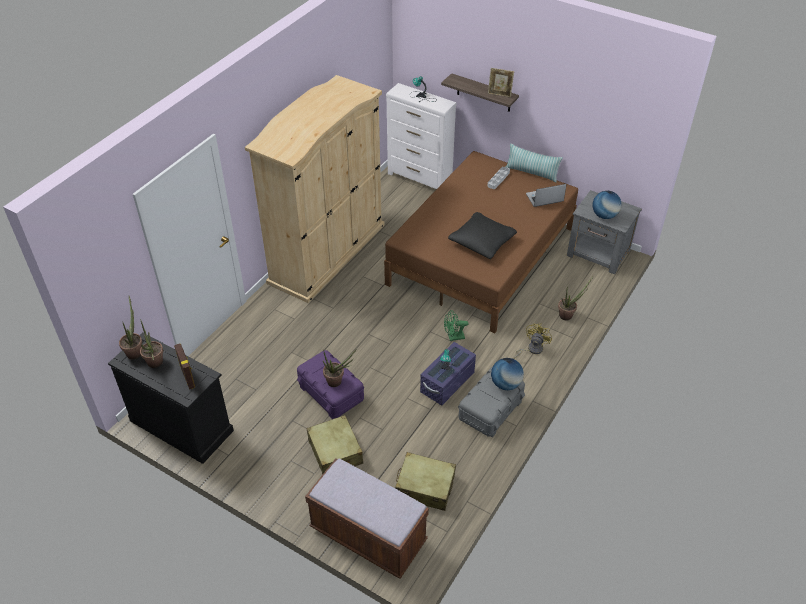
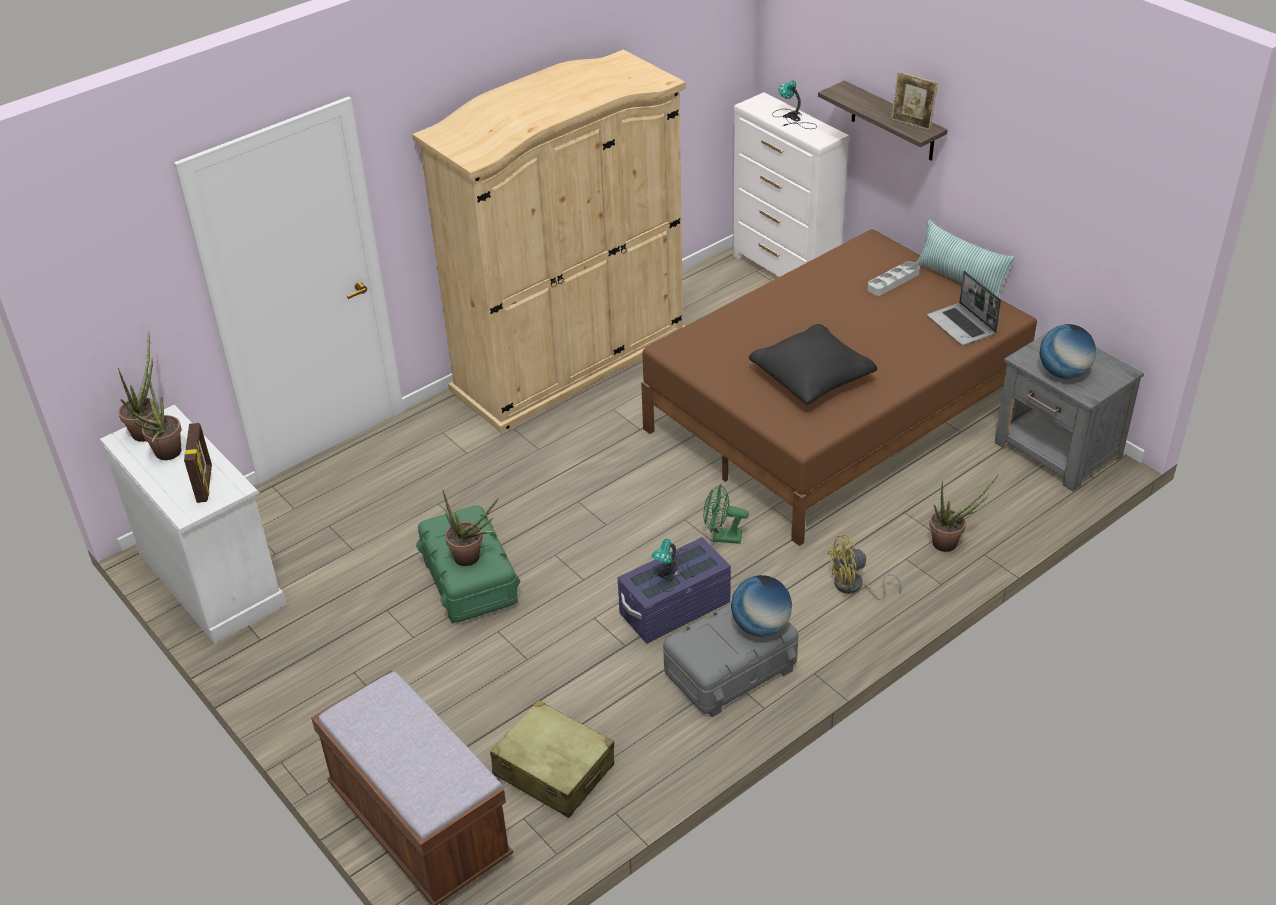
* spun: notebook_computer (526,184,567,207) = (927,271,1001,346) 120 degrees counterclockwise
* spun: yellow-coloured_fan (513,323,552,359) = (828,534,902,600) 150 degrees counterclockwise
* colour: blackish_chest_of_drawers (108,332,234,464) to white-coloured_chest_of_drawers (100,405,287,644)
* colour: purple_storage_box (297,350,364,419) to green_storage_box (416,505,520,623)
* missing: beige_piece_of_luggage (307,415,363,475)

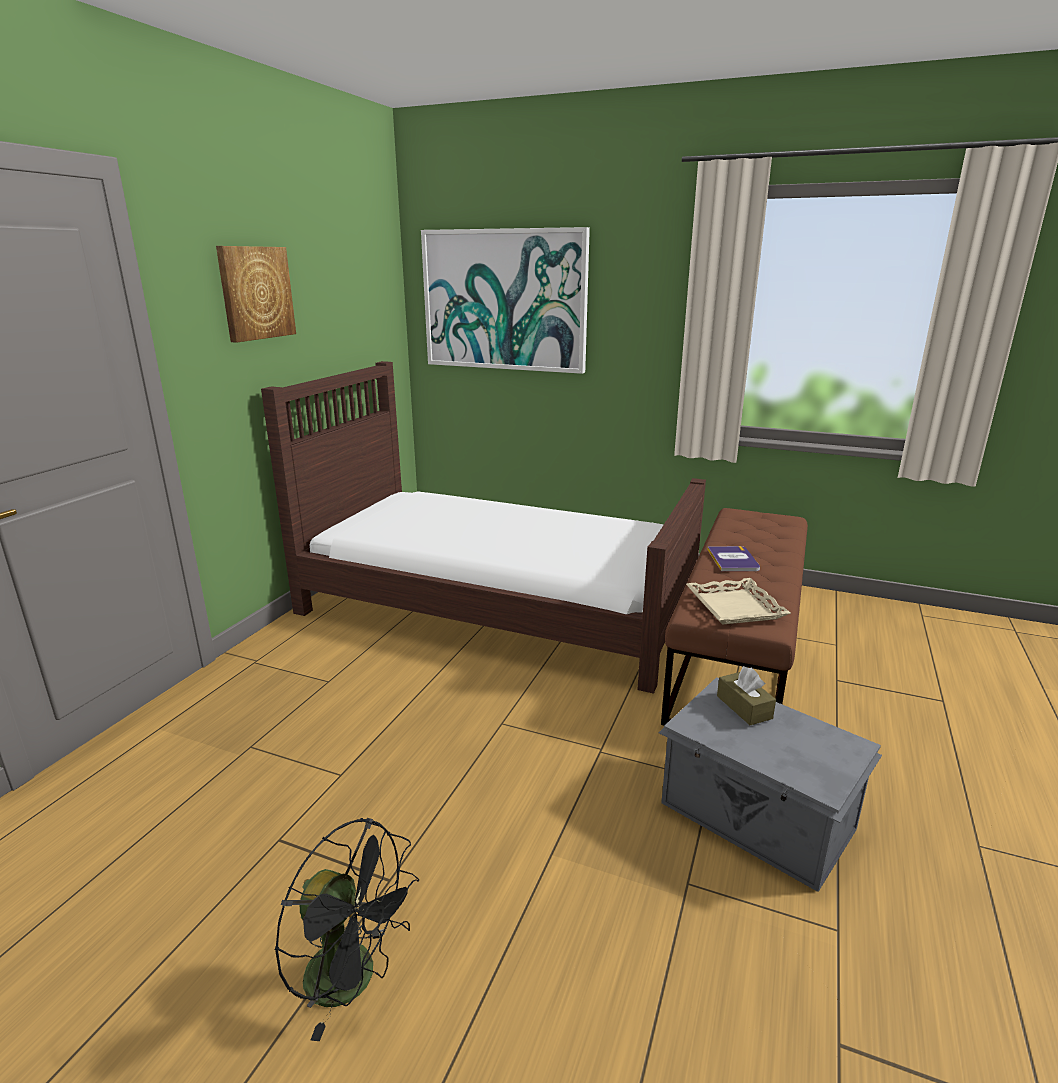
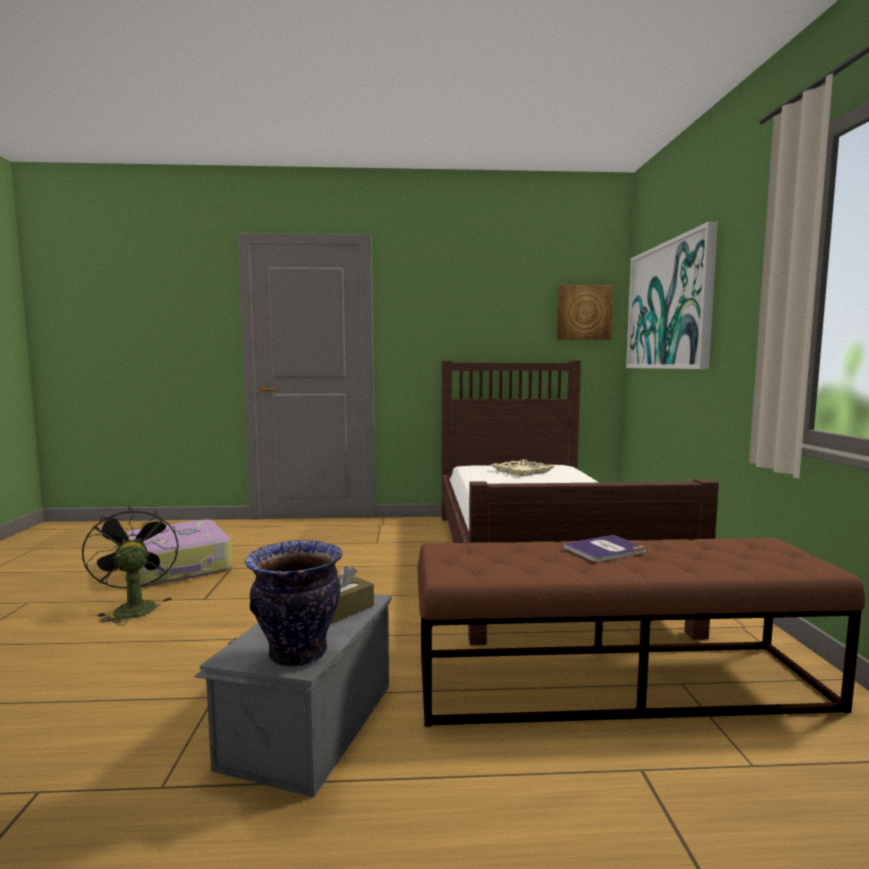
* relocated: wall_art (216,246,296,343) to (557,285,613,340)
* relocated: beige_carrying_tray (686,578,791,625) to (491,459,555,476)
* spun: blackish_fan (275,818,419,1041) = (82,506,179,625) 150 degrees clockwise
* appeared: piece_of_luggage (127,519,232,587)
* appeared: decorative_vase (245,540,342,667)

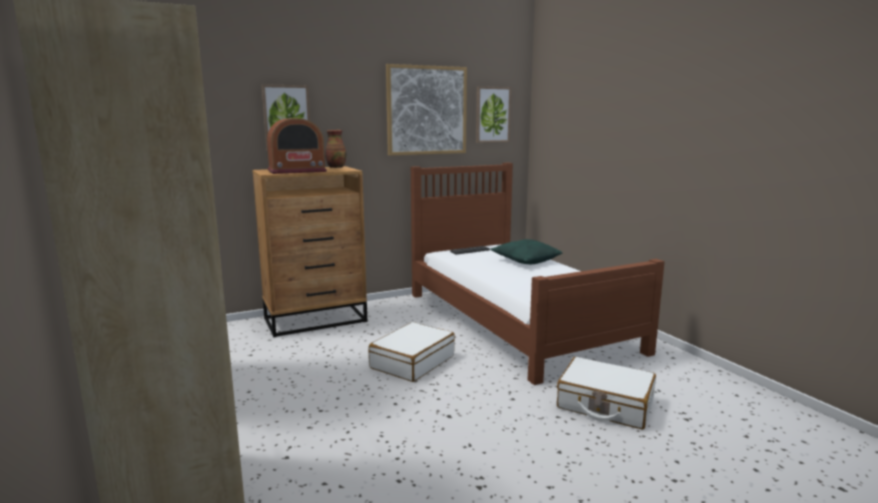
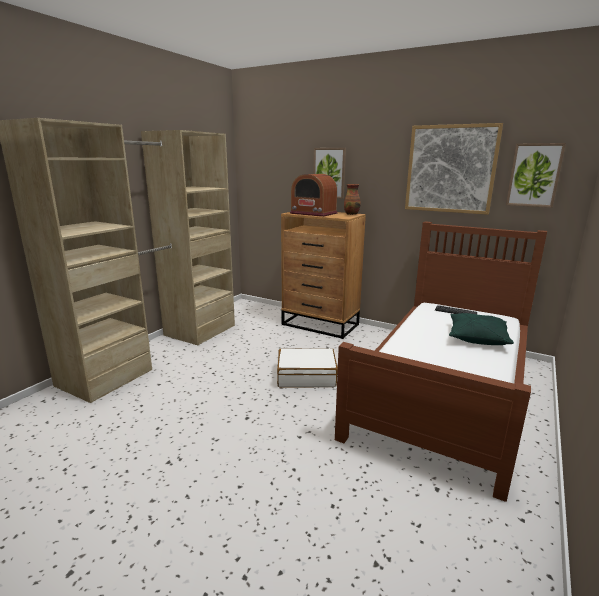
* missing: white-coloured_piece_of_luggage (557,357,656,429)

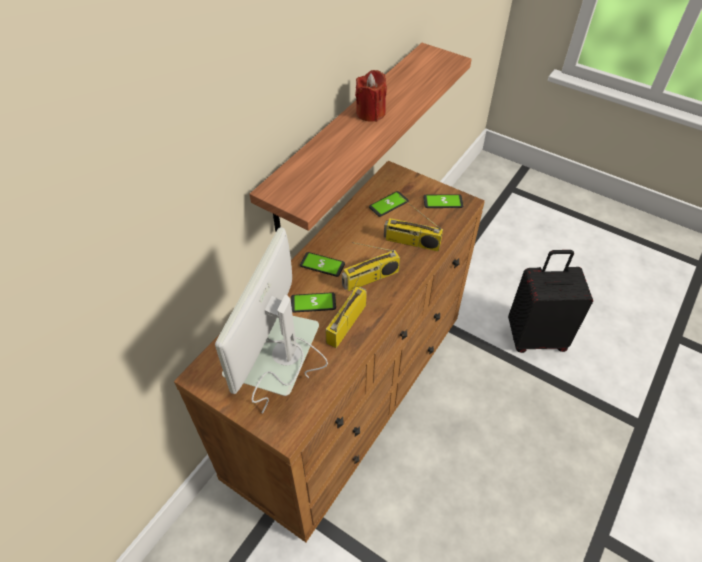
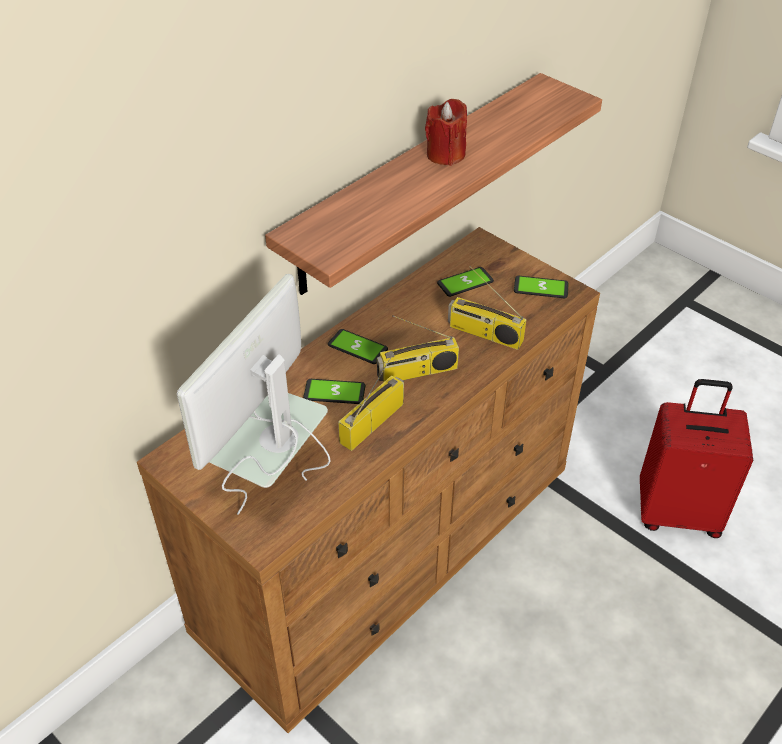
* colour: blackish_piece_of_luggage (508,250,593,353) to red_piece_of_luggage (640,379,753,538)

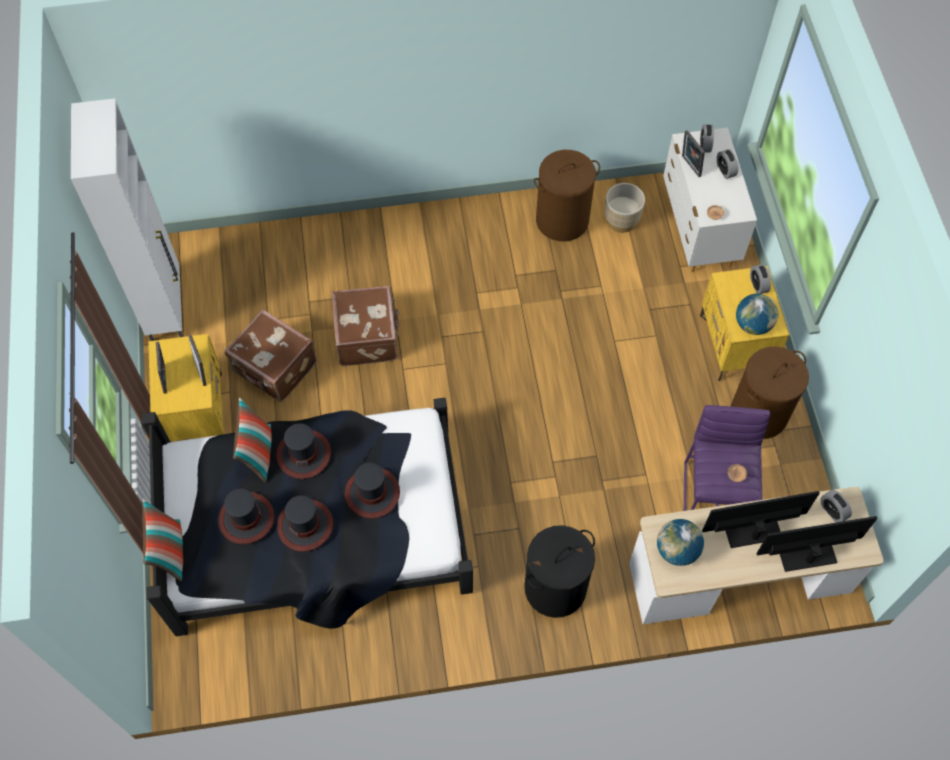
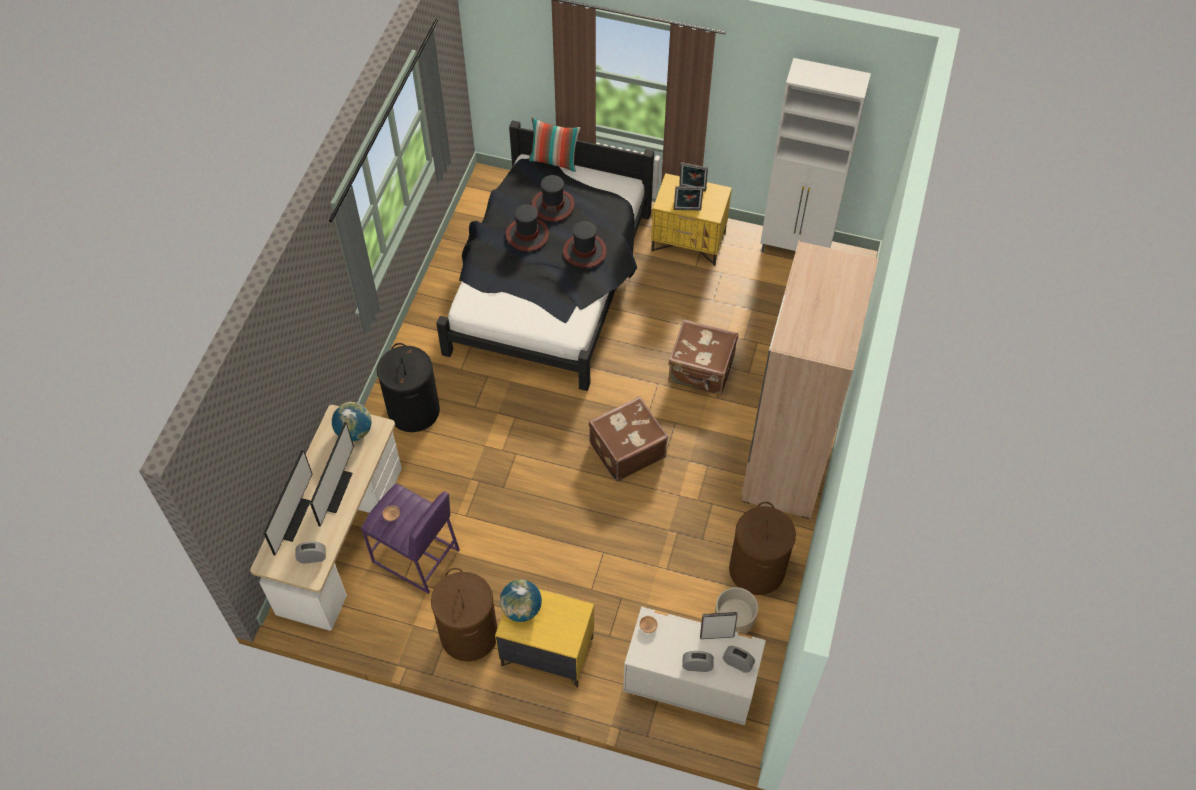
* missing: alarm_clock (750,264,771,294)
* relocated: brown_piece_of_luggage (225,309,317,403) to (589,396,668,482)
* missing: pillow (233,397,272,483)
* missing: hat (344,463,400,519)
* appeared: beige_clothes_cupboard (742,241,879,519)

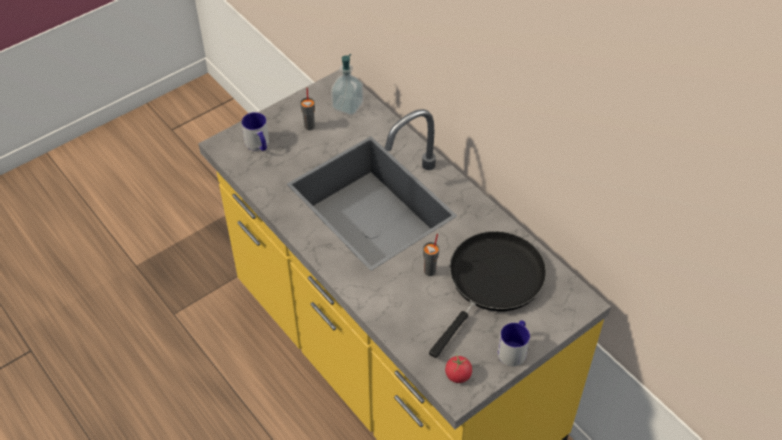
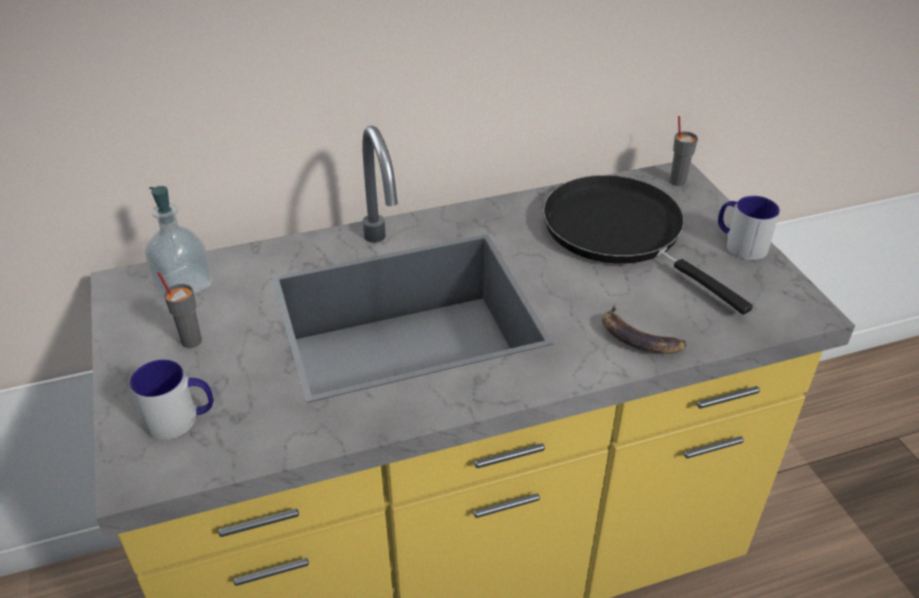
* relocated: gray_drinking_cup (423,234,440,276) to (670,116,698,186)
* missing: whole_tomato (445,354,472,383)
* appeared: whole_banana (602,305,687,354)

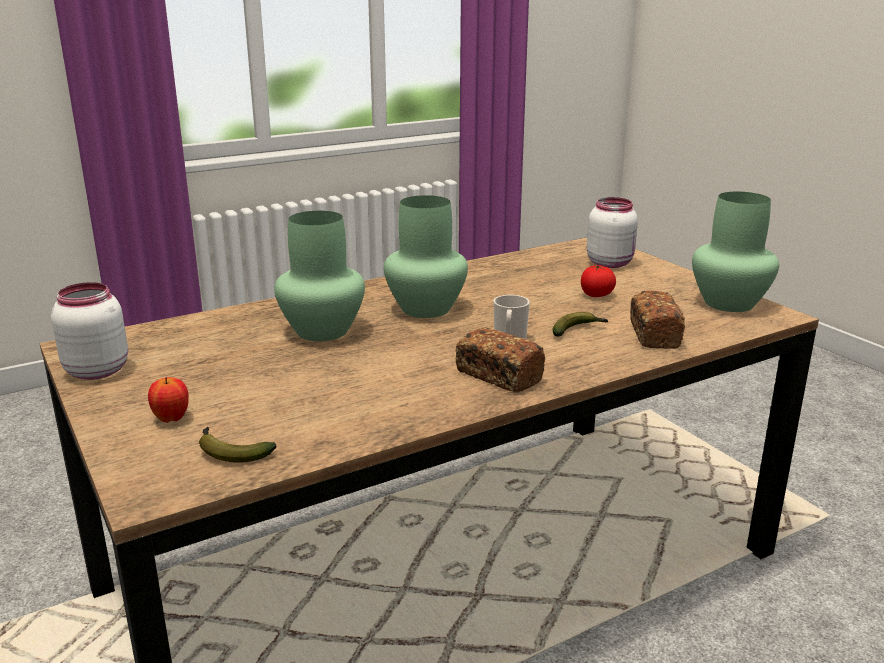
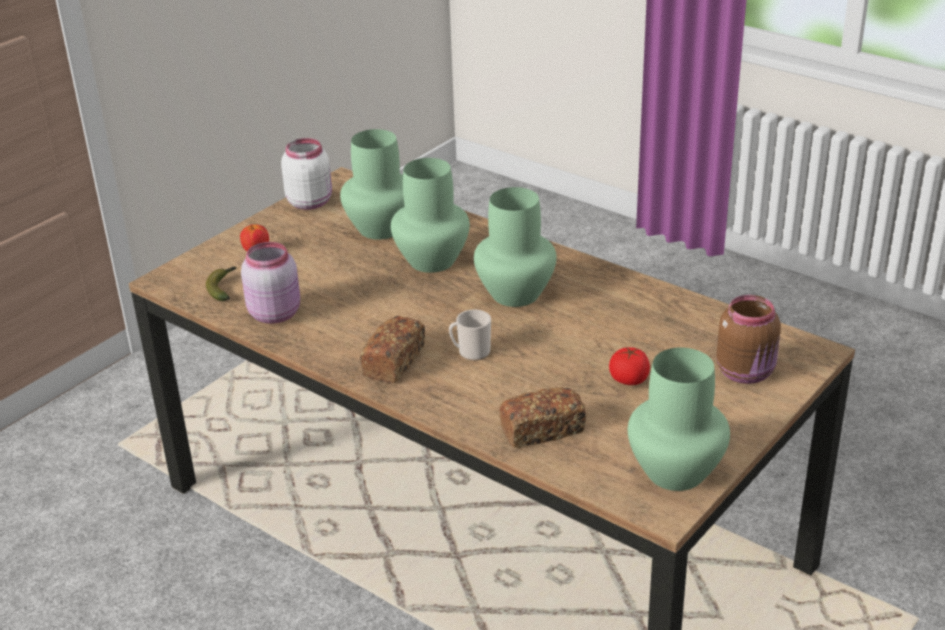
* colour: white-coloured_preserve_jar (587,197,638,268) to brown_preserve_jar (716,295,781,384)
* missing: whole_banana (553,312,608,337)
* appeared: green_decorative_vase (340,129,405,240)
* appeared: pink-coloured_preserve_jar (241,242,300,324)

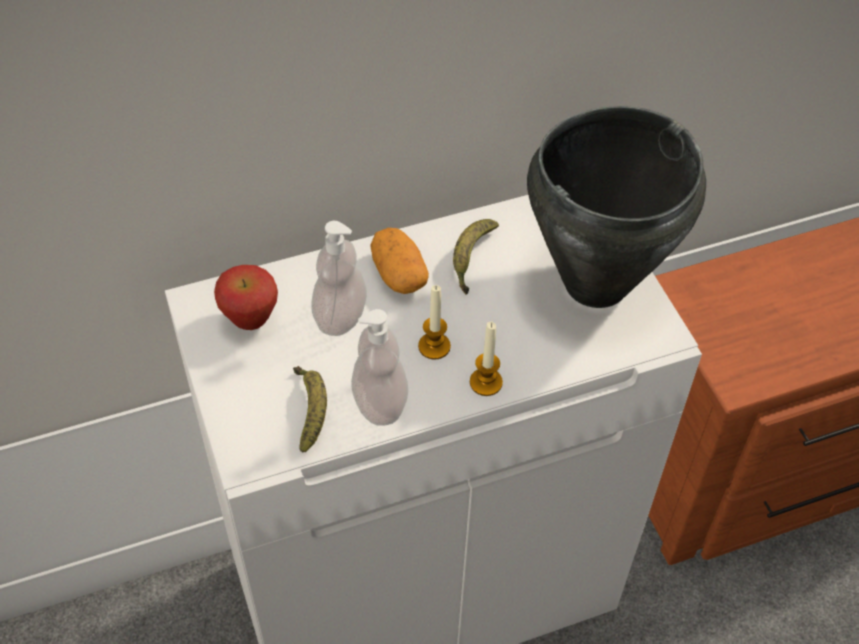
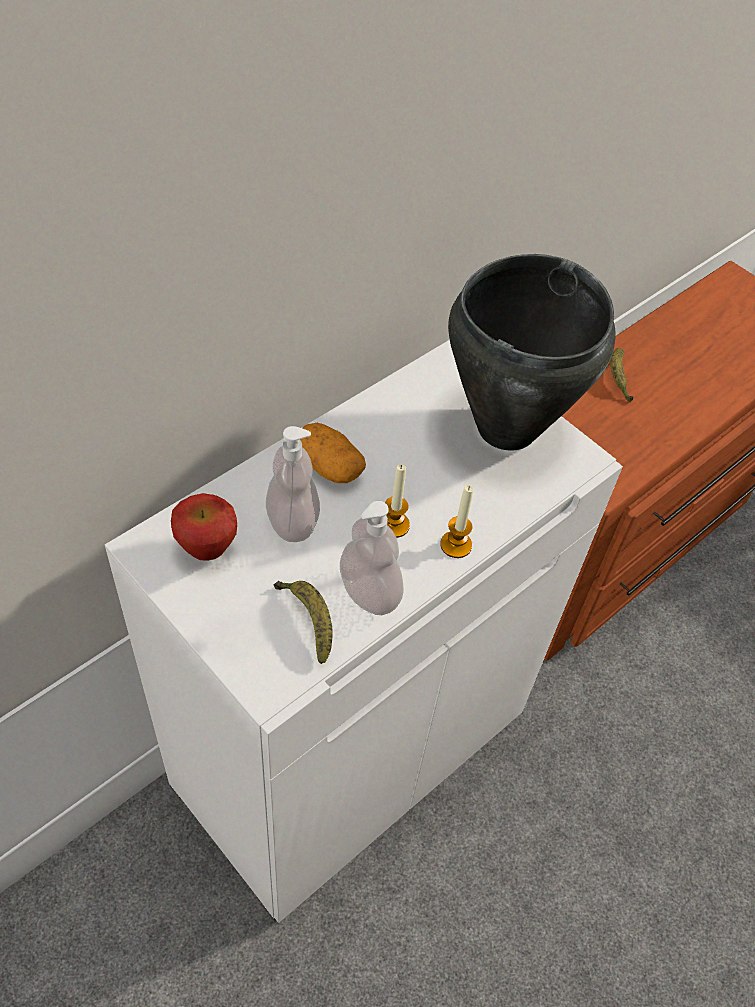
* relocated: whole_banana (453,219,499,295) to (610,348,633,402)

